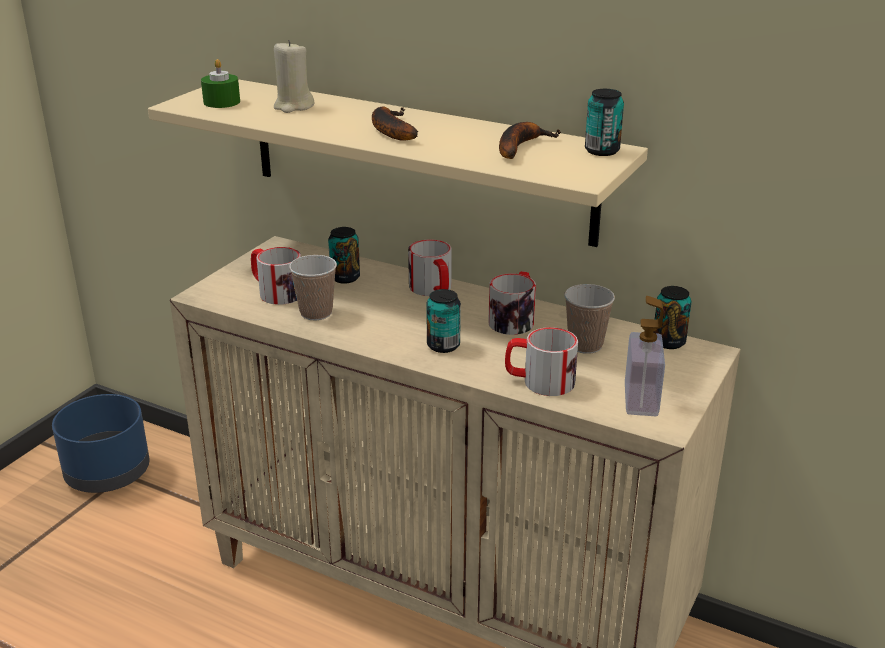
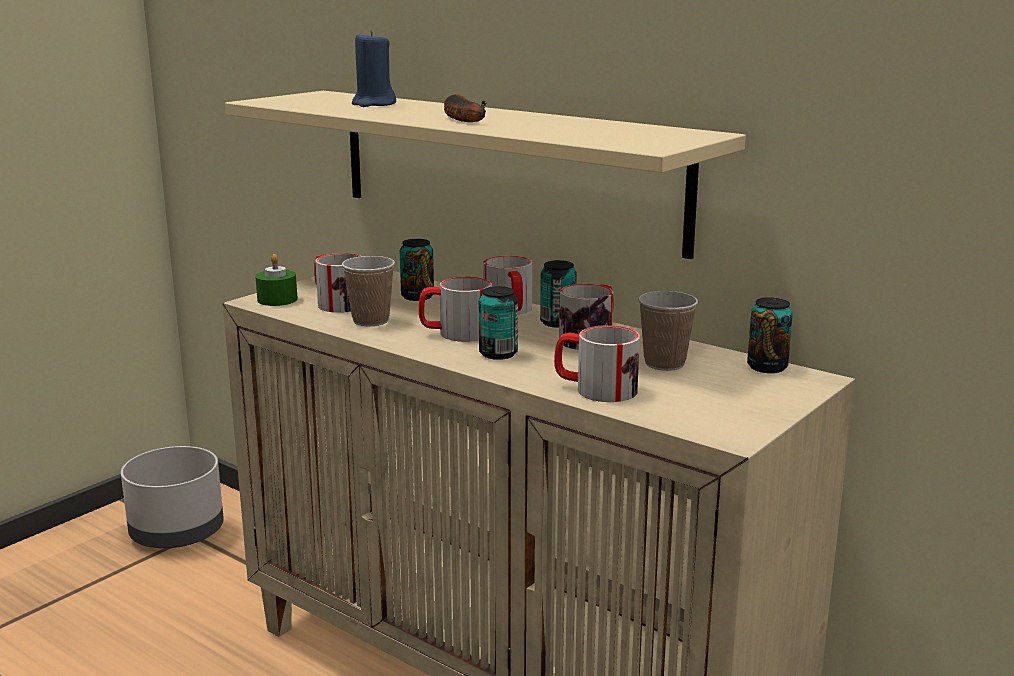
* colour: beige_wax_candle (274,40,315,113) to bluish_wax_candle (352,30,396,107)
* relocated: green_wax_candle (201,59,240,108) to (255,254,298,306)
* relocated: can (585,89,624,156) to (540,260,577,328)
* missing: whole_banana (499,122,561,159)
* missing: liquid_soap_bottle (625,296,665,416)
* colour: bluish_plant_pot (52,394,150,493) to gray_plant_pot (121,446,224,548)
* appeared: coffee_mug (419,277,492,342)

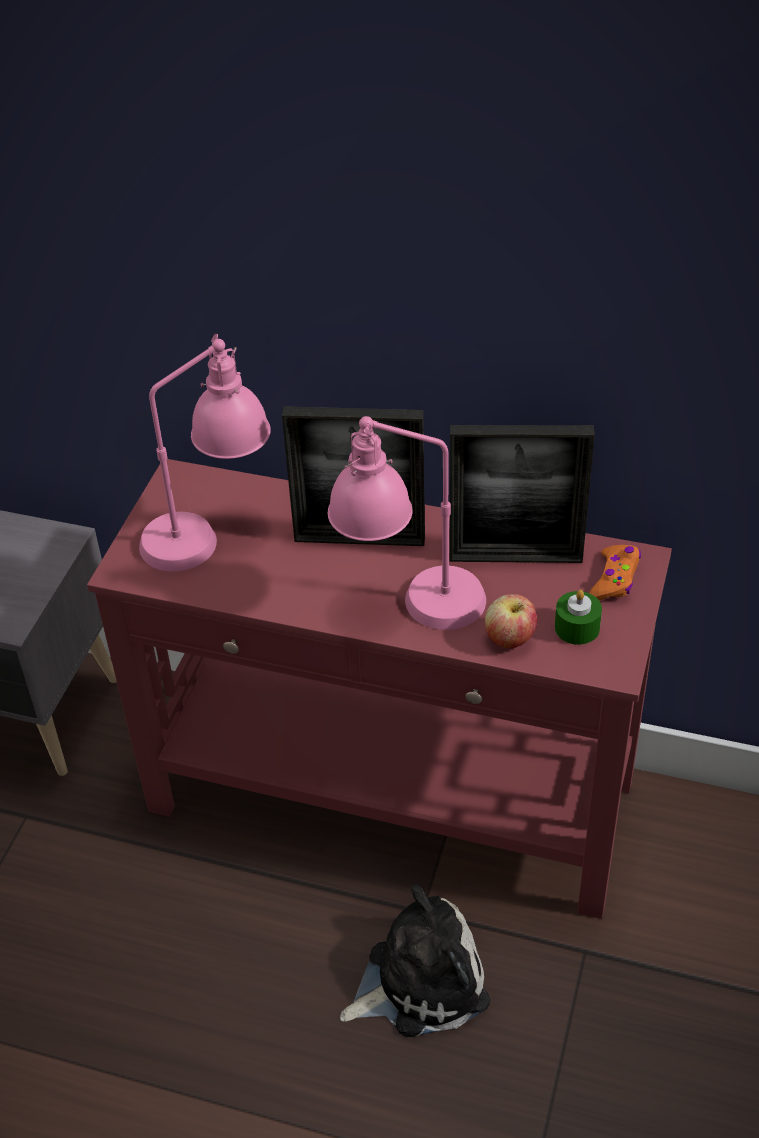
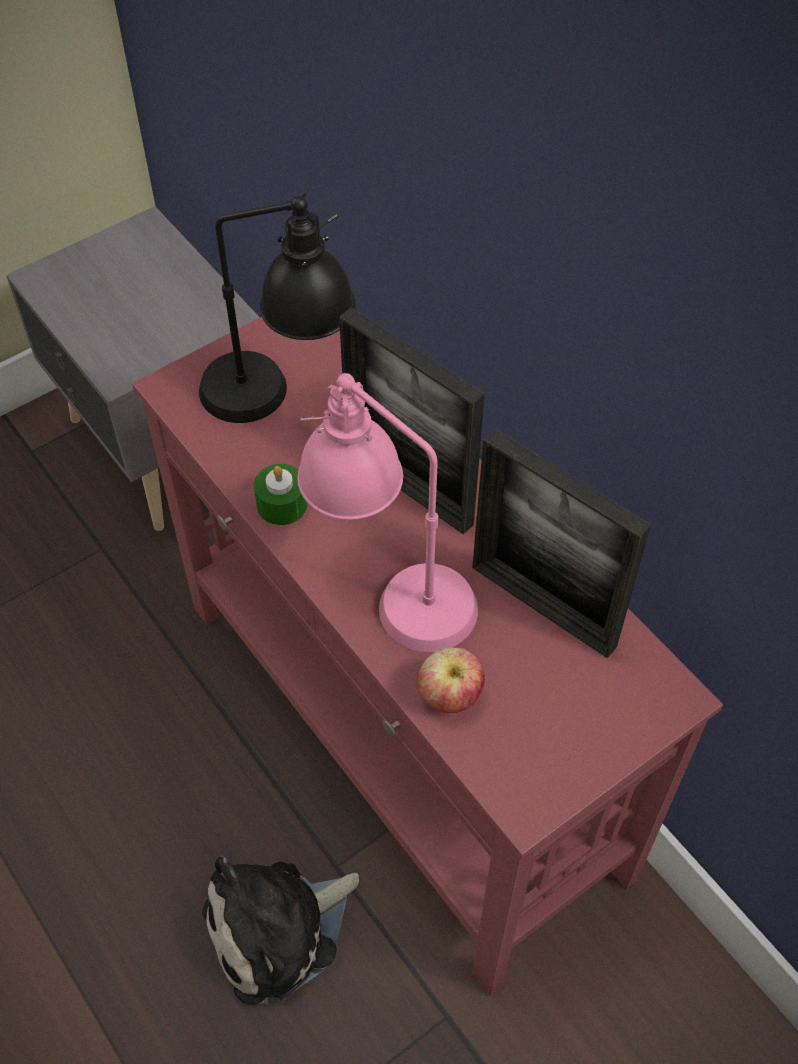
* colour: pink-coloured_table_lamp (139,334,271,572) to blackish_table_lamp (199,189,355,423)
* missing: orangey_joypad (589,545,641,600)
* relocated: green_wax_candle (555,590,602,645) to (254,464,307,525)
* spun: plush_toy (340,884,490,1037) = (202,856,359,1005) 135 degrees clockwise

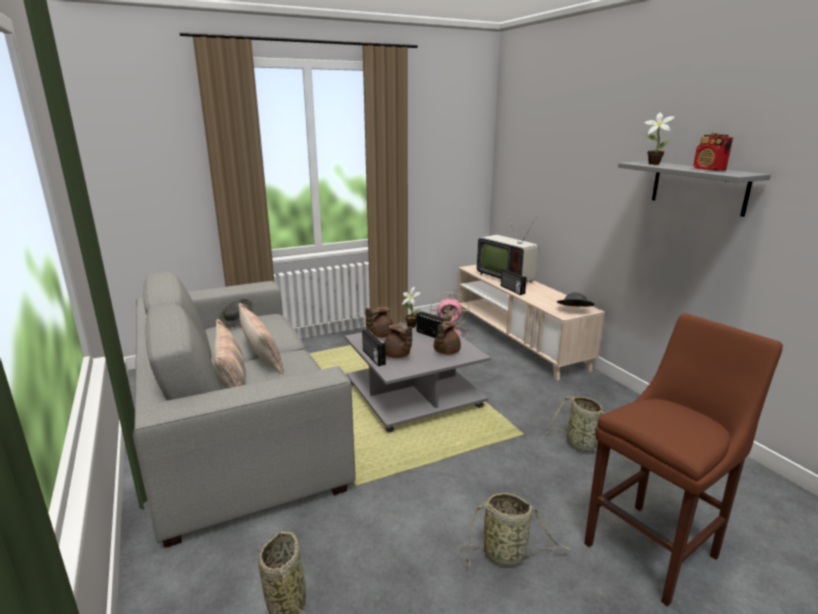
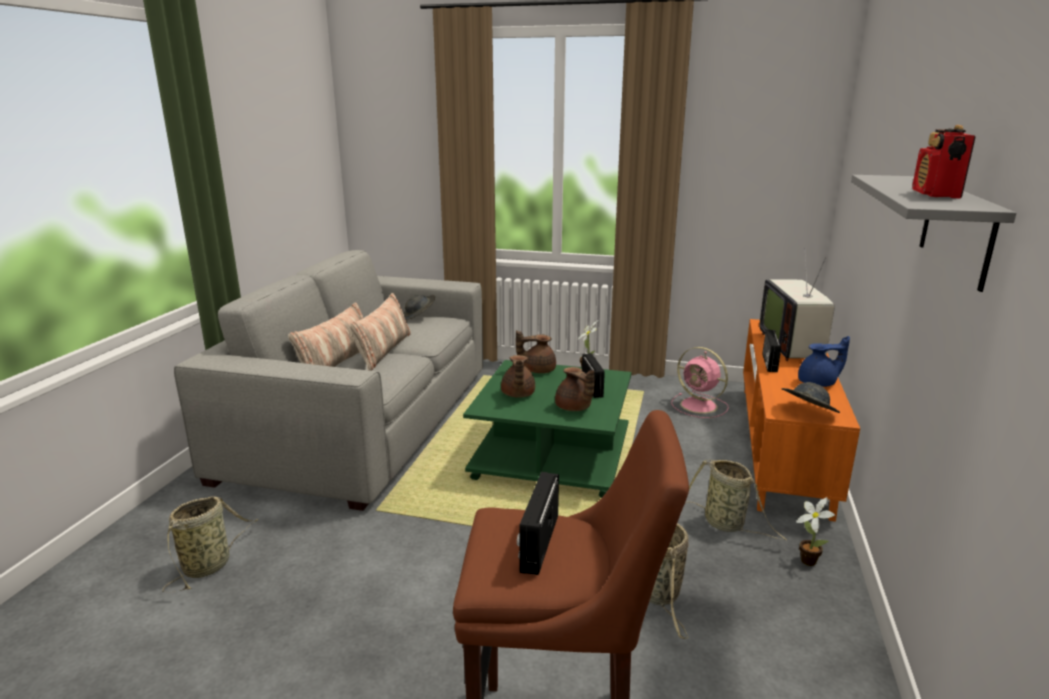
* relocated: plant_in_a_pot (644,113,675,165) to (796,497,835,566)
* colour: beige_media_console (457,265,605,381) to orangey_media_console (743,319,860,522)
* spun: brown_teapot (434,321,461,355) = (555,367,594,411) 105 degrees counterclockwise
* colour: gray_lounge_table (345,324,491,433) to green_lounge_table (463,360,632,497)
* relocated: radio (362,329,386,366) to (517,472,559,575)
* relocated: household_basket (460,493,571,567) to (685,460,787,541)
* appeared: bluish_teapot (798,336,850,387)

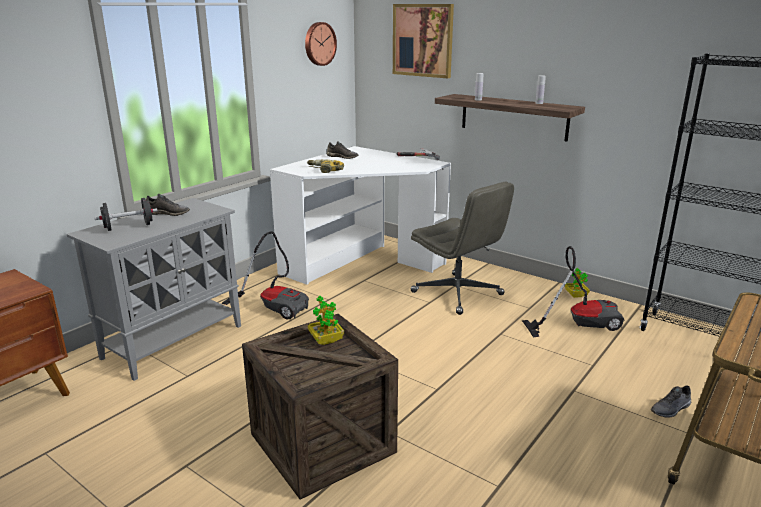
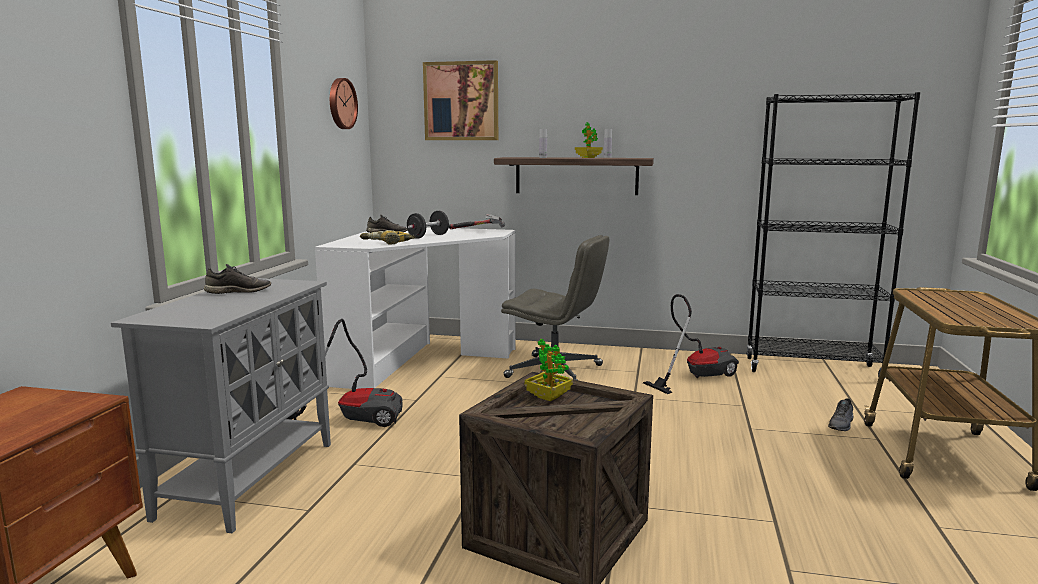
* relocated: blackish_free_weight (94,198,158,231) to (407,211,449,239)
* relocated: plant_in_a_pot (564,268,590,298) to (575,122,603,158)

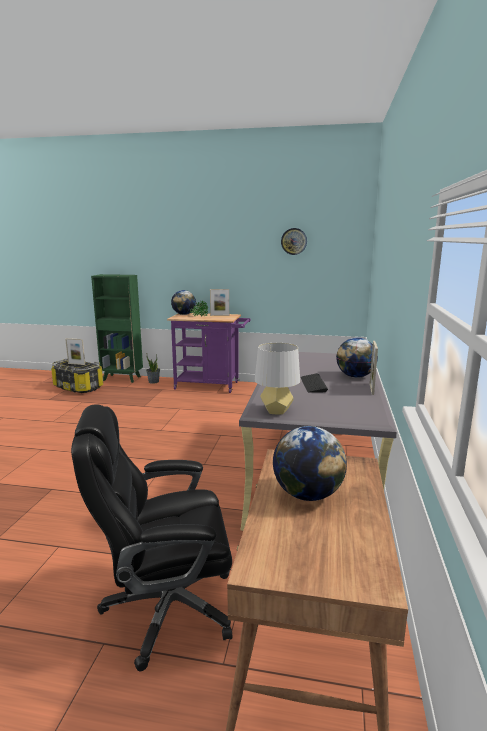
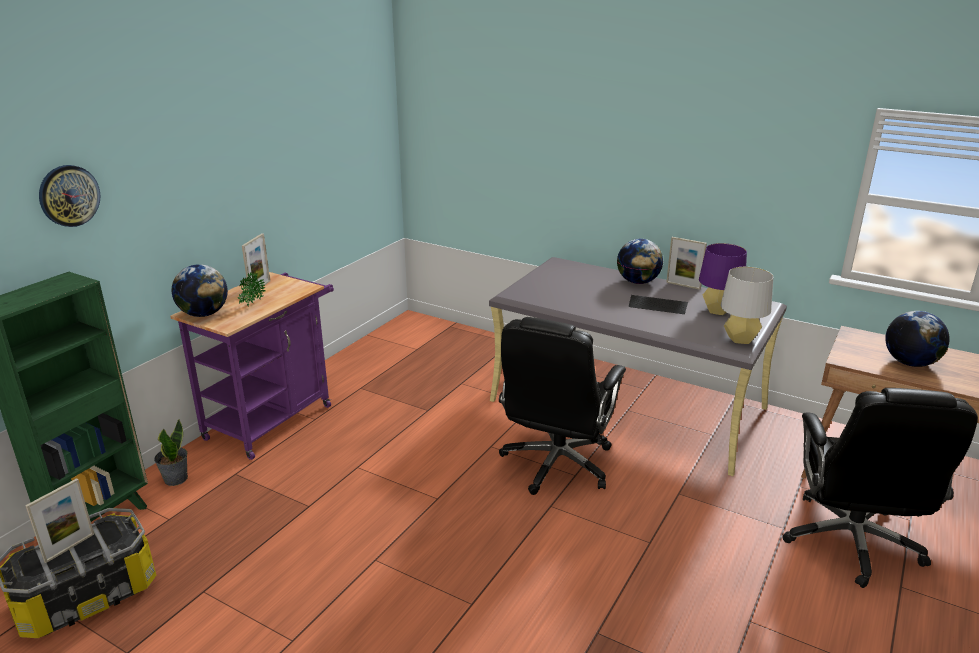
* relocated: clock_on_the_wall (281,228,307,255) to (39,165,101,227)
* appeared: purple_table_lamp (699,243,747,315)
* appeared: blackish_office_chair (499,317,626,495)

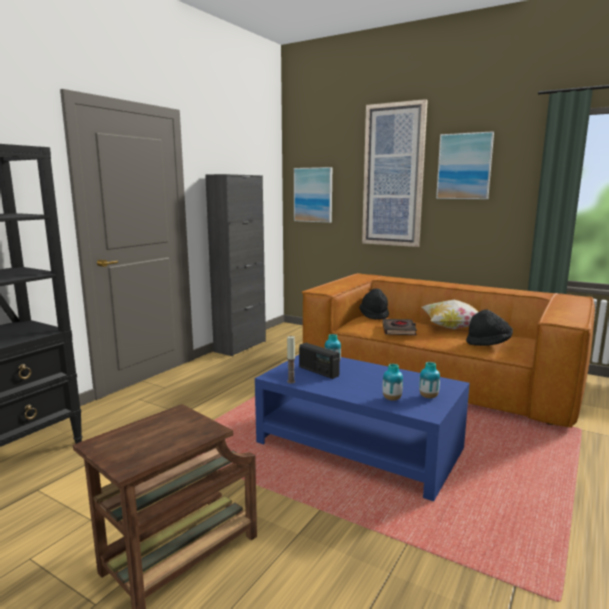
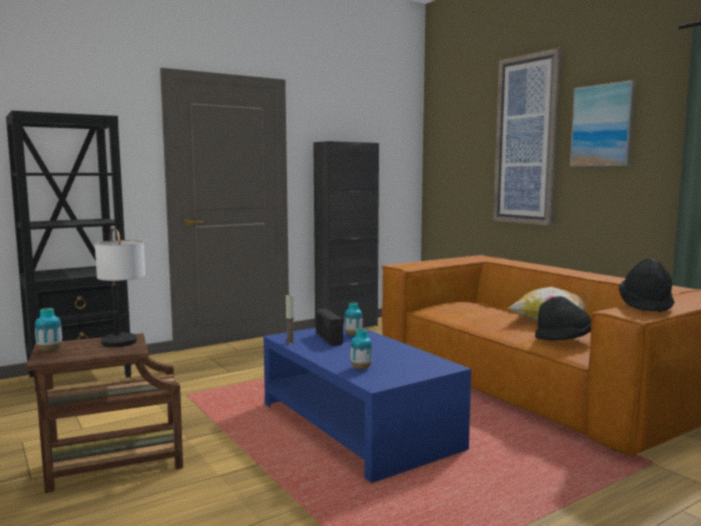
* missing: wall_art (294,167,332,223)
* relocated: blackish_hat (359,288,389,320) to (619,258,674,313)
* missing: blackish_volume (383,319,417,335)
* relocated: decorative_vase (419,362,440,398) to (35,308,62,352)
* appeared: table_lamp (95,228,145,347)

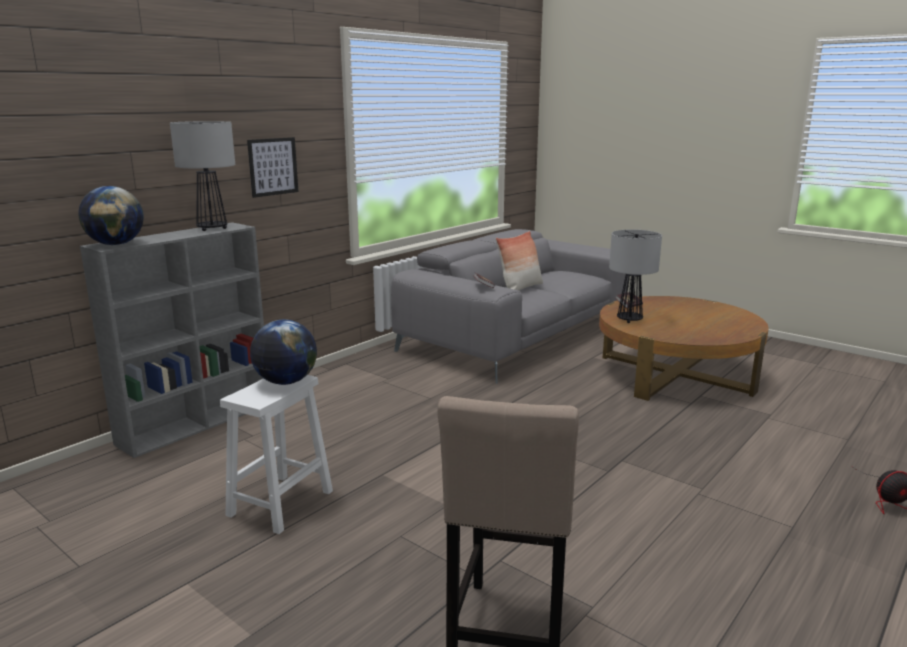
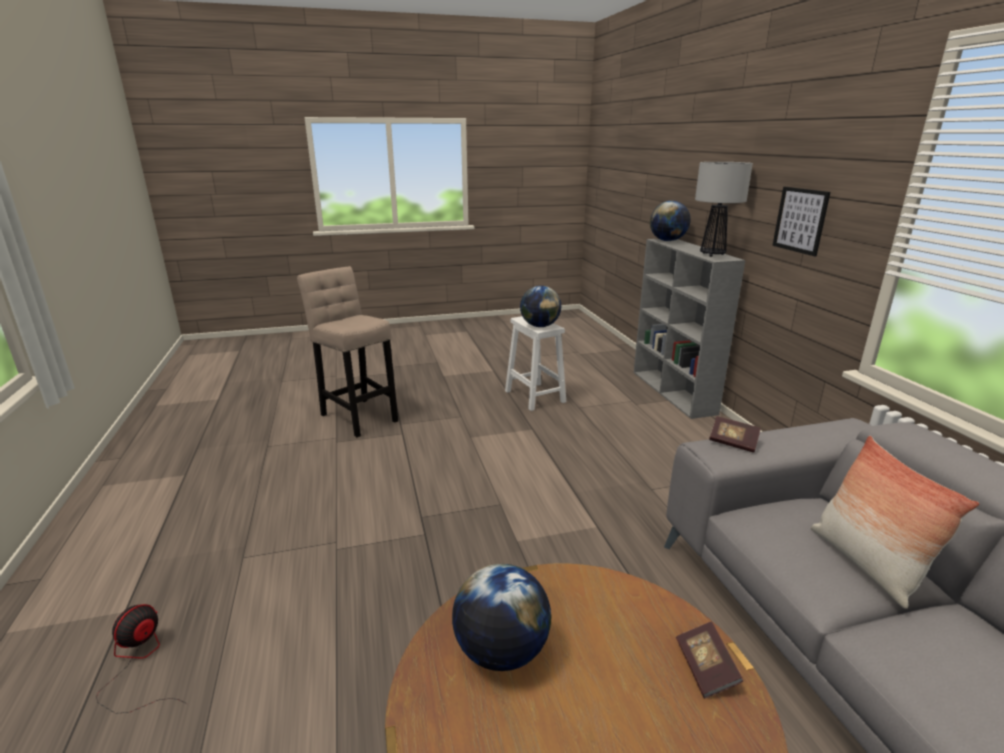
* missing: table_lamp (609,230,662,323)
* appeared: desk_globe (452,564,551,671)

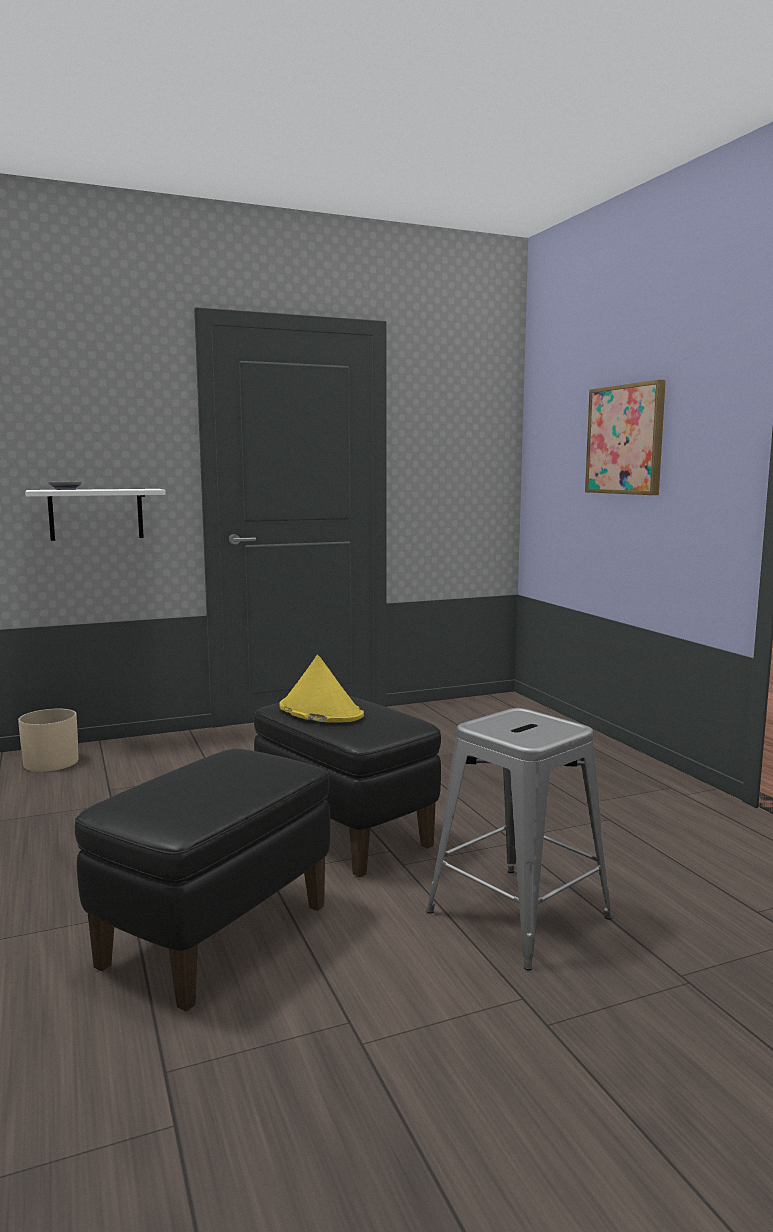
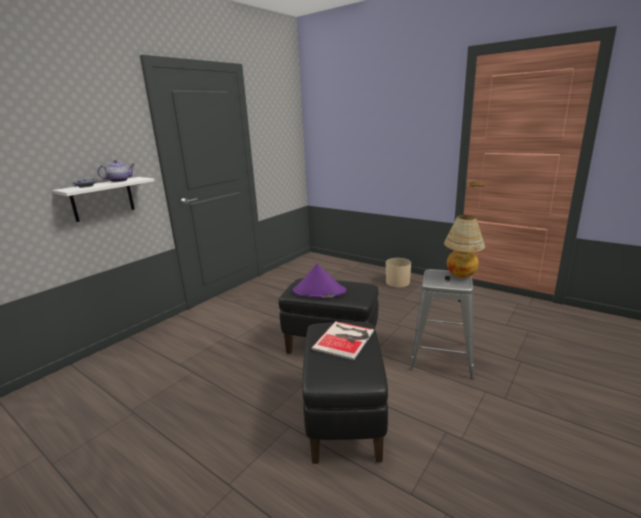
* missing: wall_art (585,380,666,495)
* colour: yellow-coloured_hat (279,655,364,723) to purple_hat (293,264,346,298)
* relocated: beige_plant_pot (18,709,79,772) to (386,258,411,287)
* appeared: teapot (97,160,135,182)
* appeared: table_lamp (444,215,485,278)
* appeared: volume (311,321,374,360)

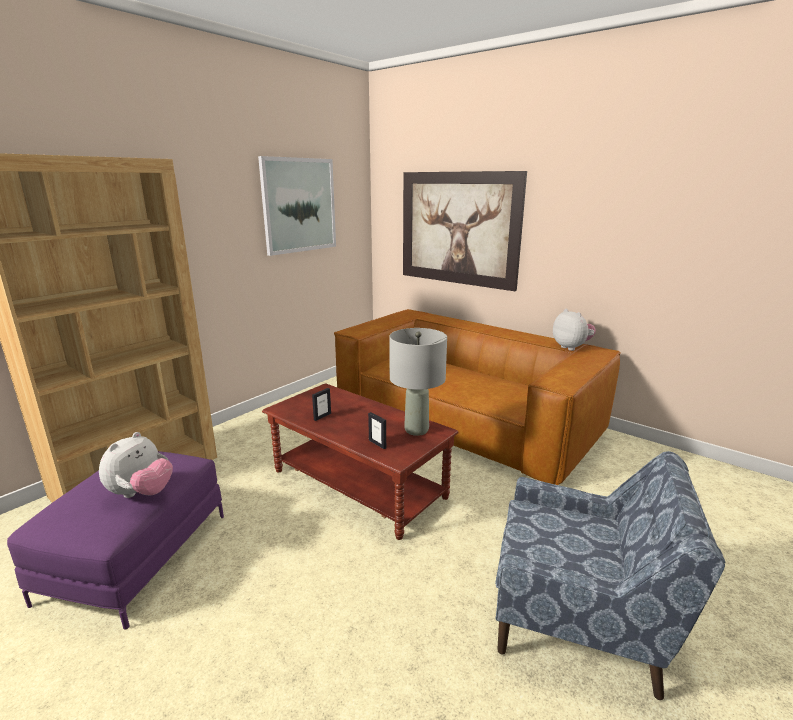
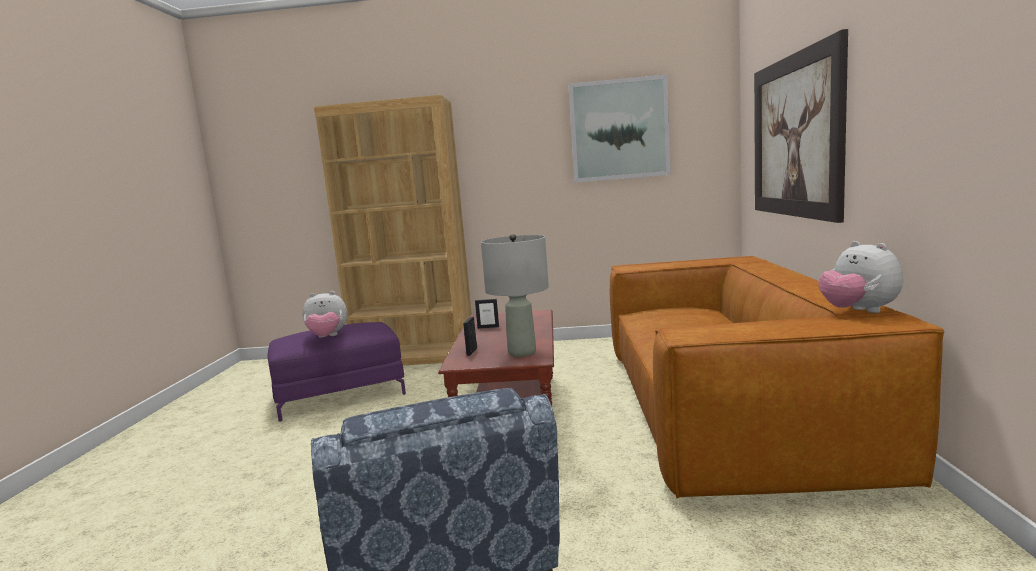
* spun: plush_toy (553,309,596,351) = (819,241,903,313) 135 degrees clockwise

